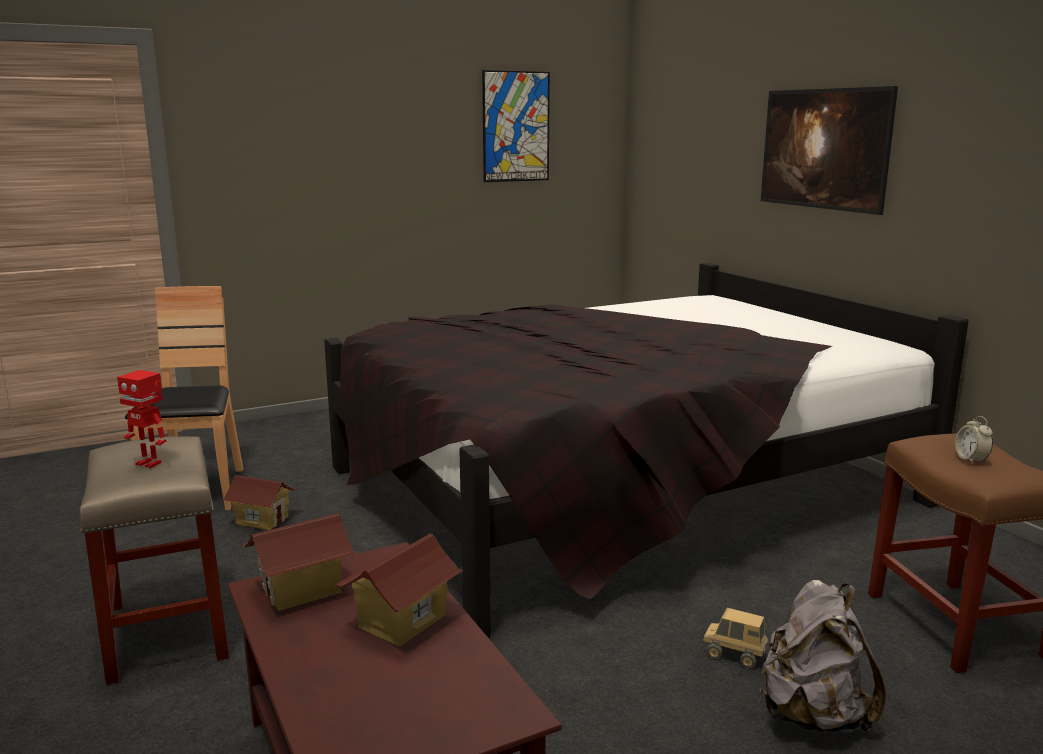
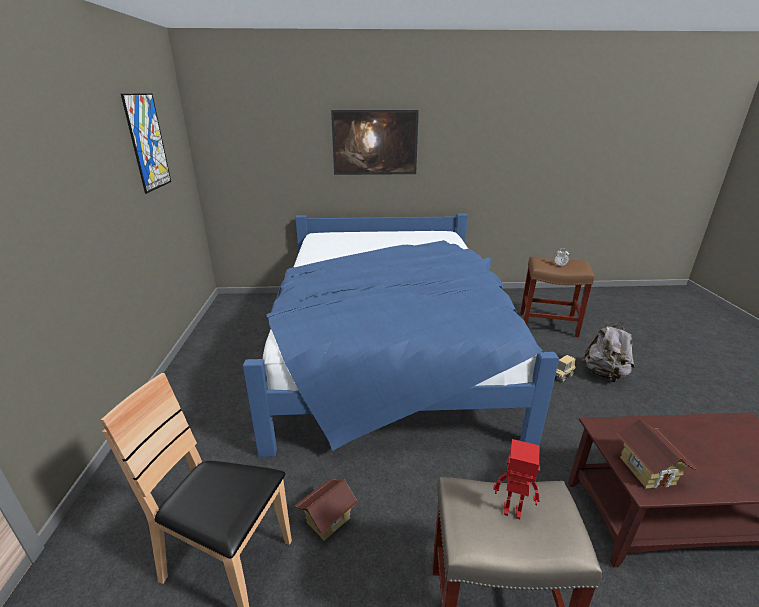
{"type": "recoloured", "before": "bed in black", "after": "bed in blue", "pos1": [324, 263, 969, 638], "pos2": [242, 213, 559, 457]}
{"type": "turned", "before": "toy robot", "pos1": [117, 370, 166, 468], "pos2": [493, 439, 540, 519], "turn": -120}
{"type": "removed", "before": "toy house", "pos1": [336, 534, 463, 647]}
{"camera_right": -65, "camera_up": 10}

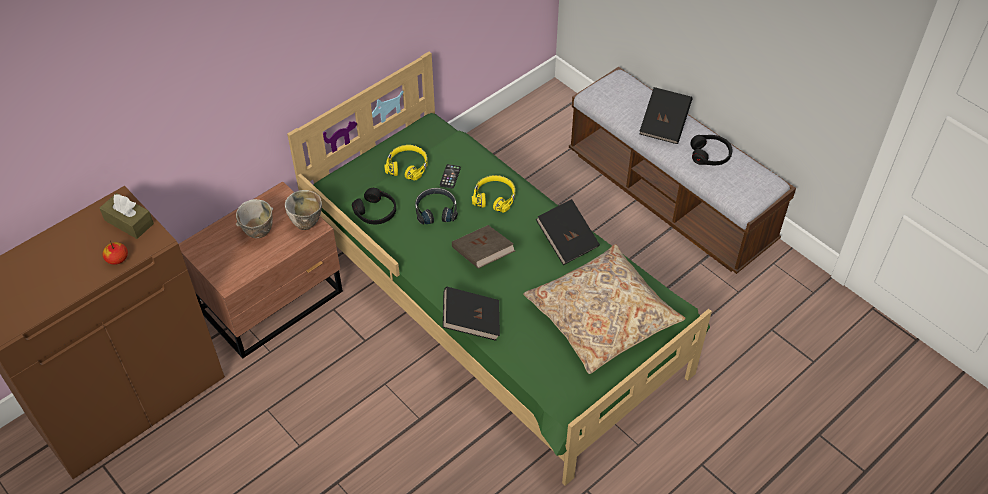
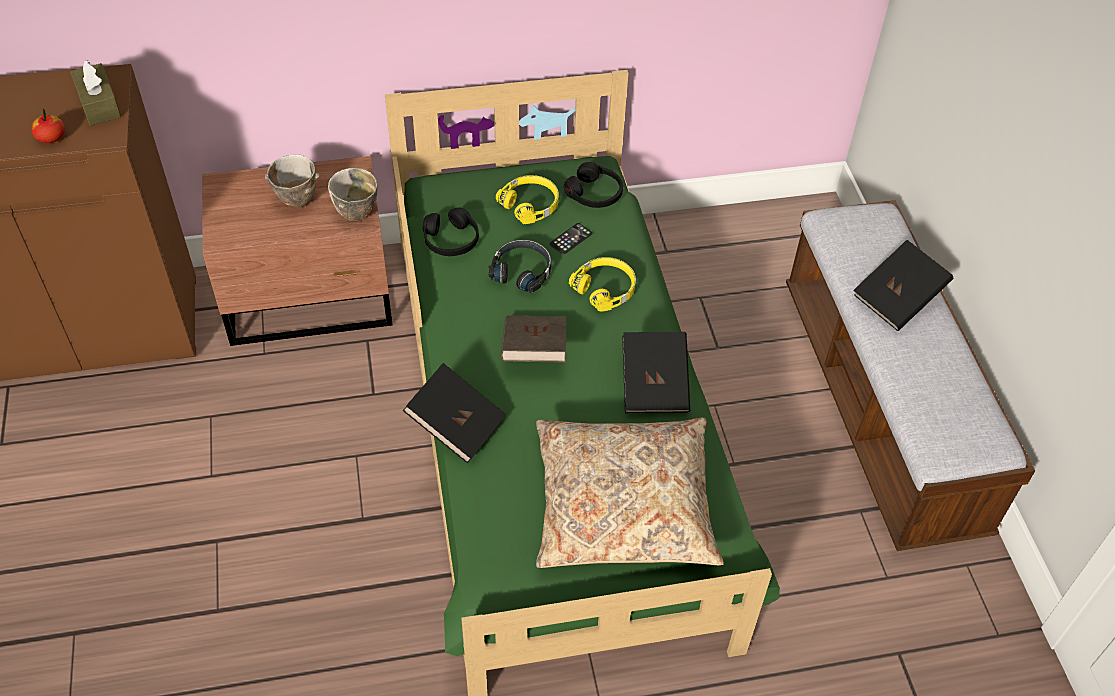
{"type": "moved", "before": "headphones in black", "pos1": [690, 135, 732, 166], "pos2": [564, 162, 623, 208]}
{"camera_right": 30, "camera_up": 0}

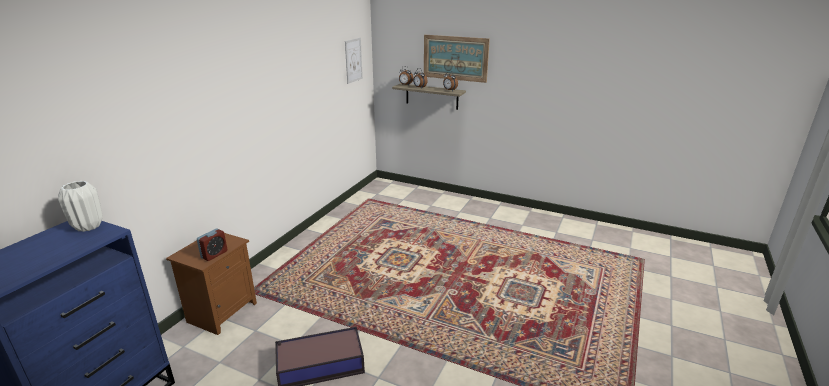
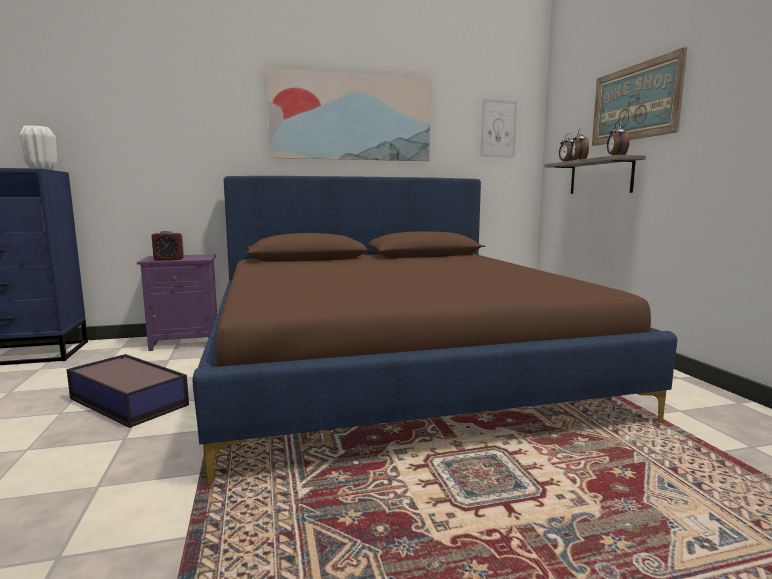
{"type": "recoloured", "before": "nightstand in brown", "after": "nightstand in purple", "pos1": [166, 233, 257, 335], "pos2": [137, 254, 217, 351]}
{"type": "added", "after": "bed in brown", "pos2": [193, 176, 677, 484]}
{"type": "added", "after": "picture", "pos2": [267, 68, 431, 161]}
{"camera_right": 50, "camera_up": -15}

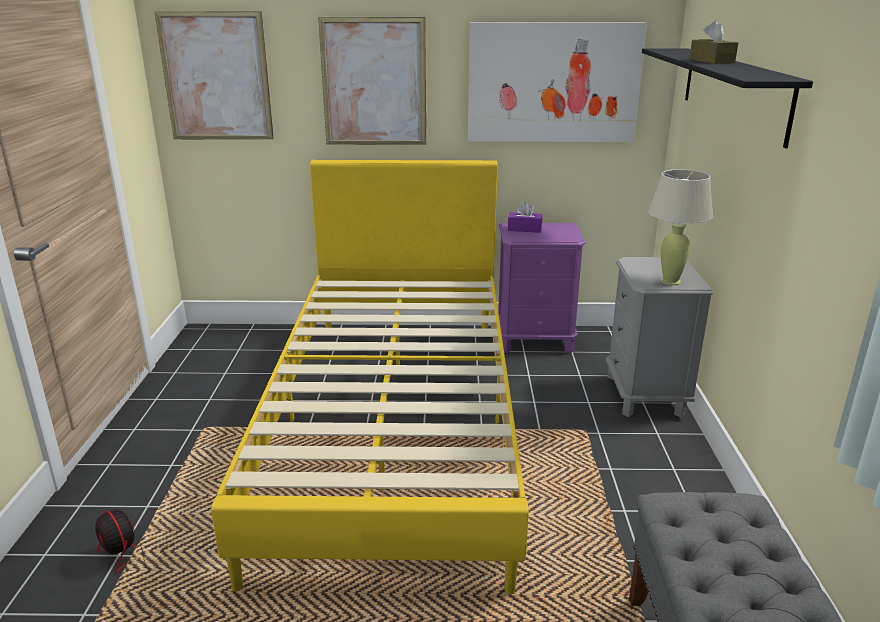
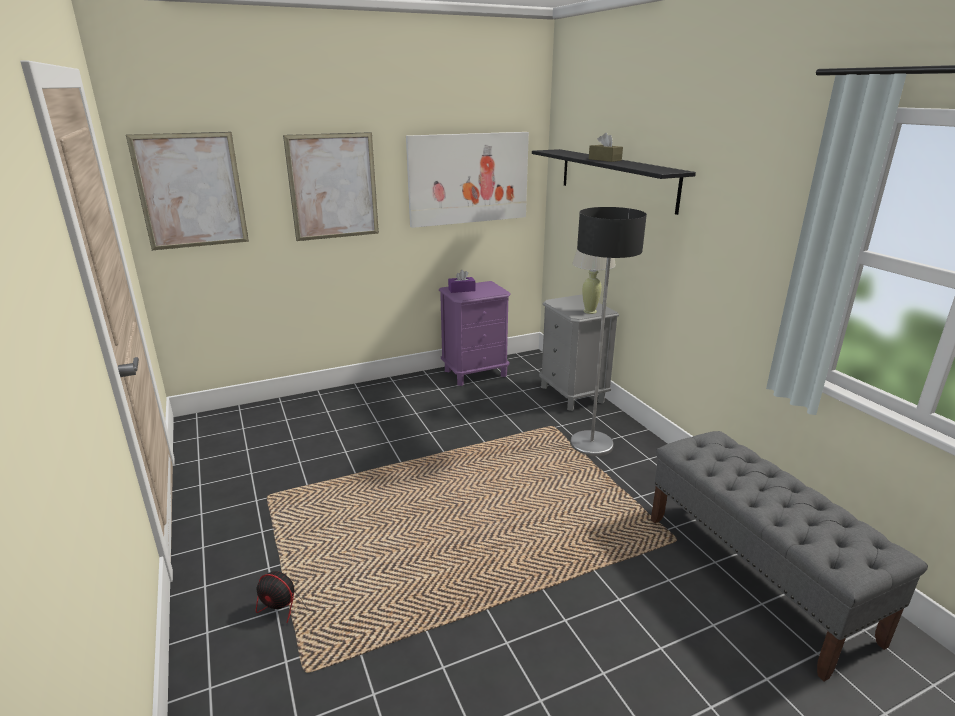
{"type": "added", "after": "floor lamp", "pos2": [570, 207, 647, 457]}
{"type": "removed", "before": "bed in yellow", "pos1": [211, 160, 529, 594]}
{"camera_right": -25, "camera_up": 0}

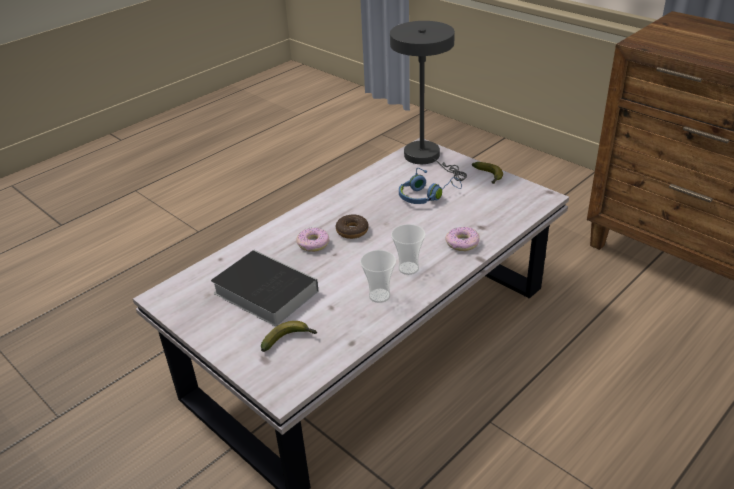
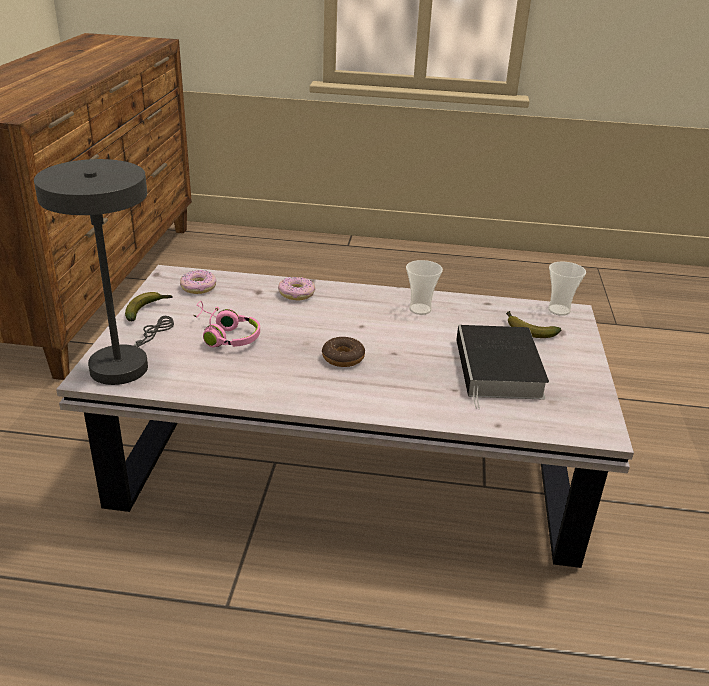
{"type": "moved", "before": "donut", "pos1": [296, 227, 330, 252], "pos2": [180, 270, 217, 294]}
{"type": "recoloured", "before": "headphones in blue", "after": "headphones in pink", "pos1": [399, 168, 462, 204], "pos2": [194, 301, 260, 347]}
{"type": "moved", "before": "cup", "pos1": [391, 224, 426, 275], "pos2": [548, 262, 586, 316]}
{"camera_right": -130, "camera_up": -5}

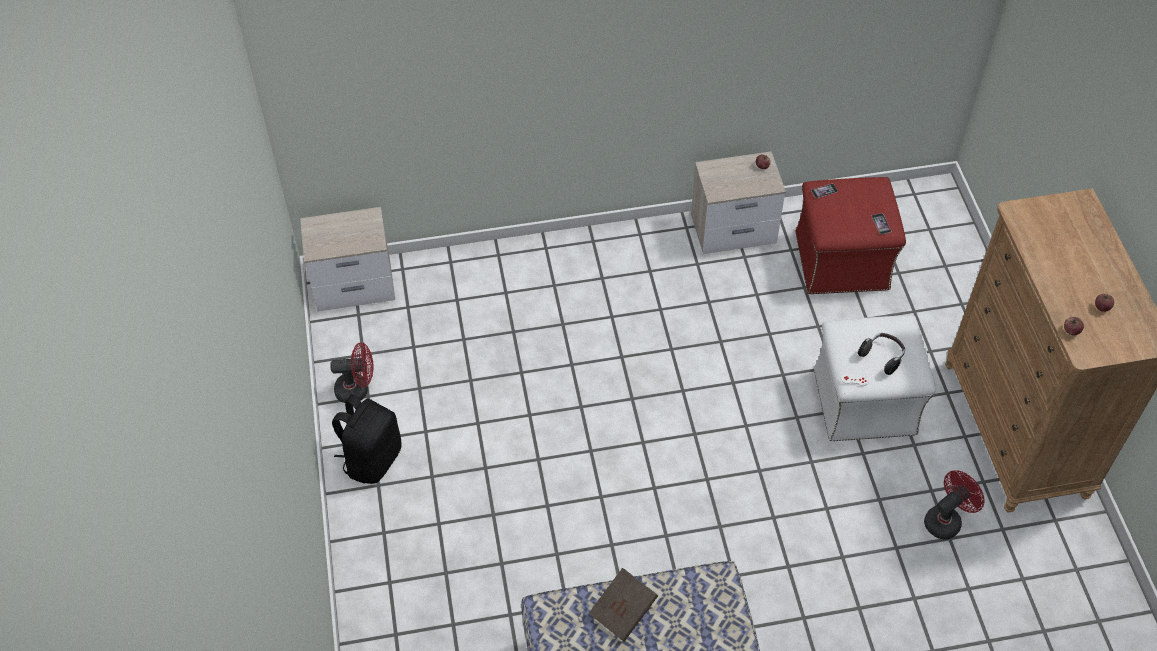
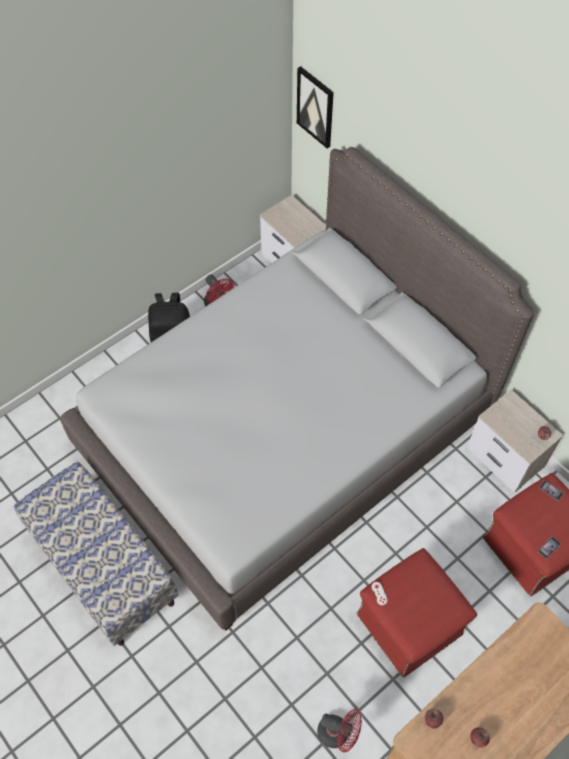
{"type": "added", "after": "bed in grey", "pos2": [60, 147, 534, 631]}
{"type": "added", "after": "picture", "pos2": [297, 66, 334, 148]}
{"type": "recoloured", "before": "ottoman in white", "after": "ottoman in red", "pos1": [814, 315, 936, 441], "pos2": [356, 548, 477, 678]}
{"type": "removed", "before": "book in brown", "pos1": [589, 568, 658, 642]}
{"type": "removed", "before": "headphones", "pos1": [858, 333, 905, 375]}
{"camera_right": 60, "camera_up": 5}

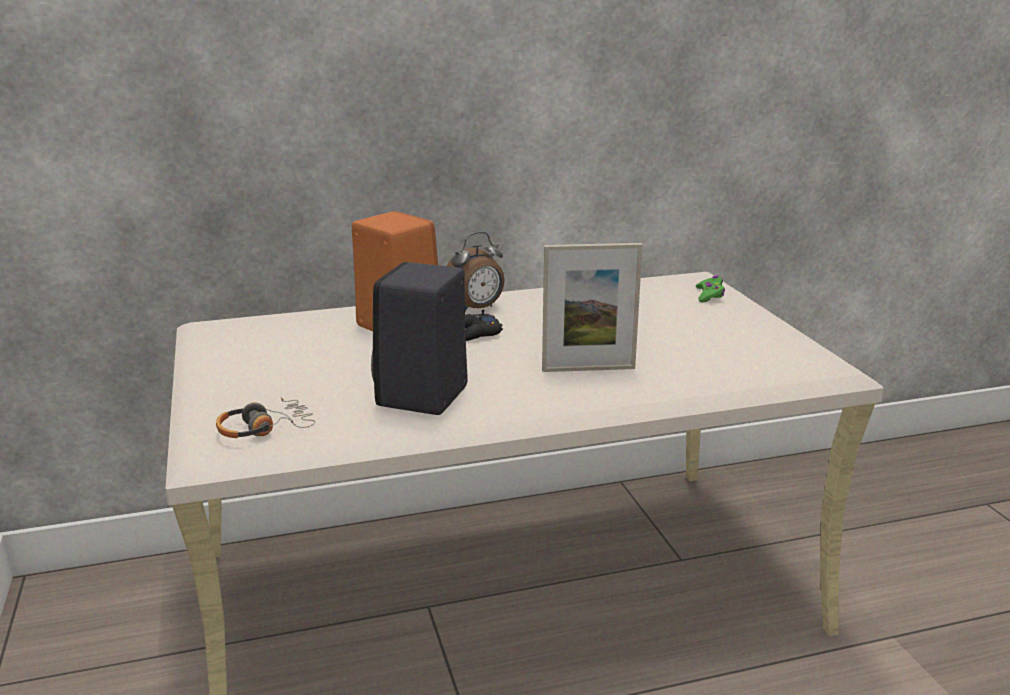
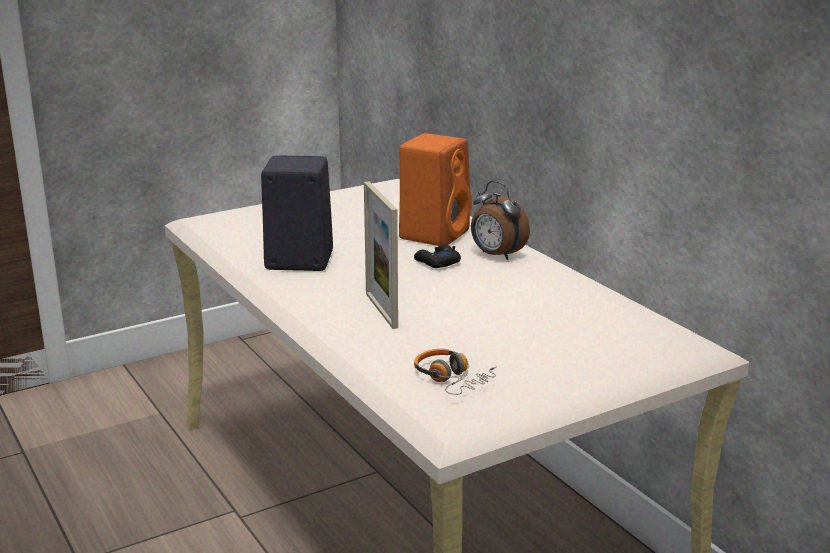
{"type": "moved", "before": "headphones", "pos1": [216, 397, 315, 438], "pos2": [414, 349, 497, 395]}
{"type": "removed", "before": "game controller in green", "pos1": [696, 275, 725, 302]}
{"camera_right": 75, "camera_up": 0}

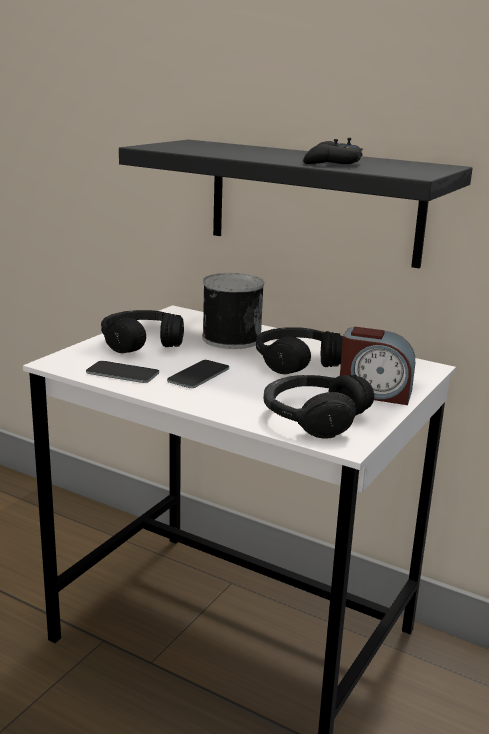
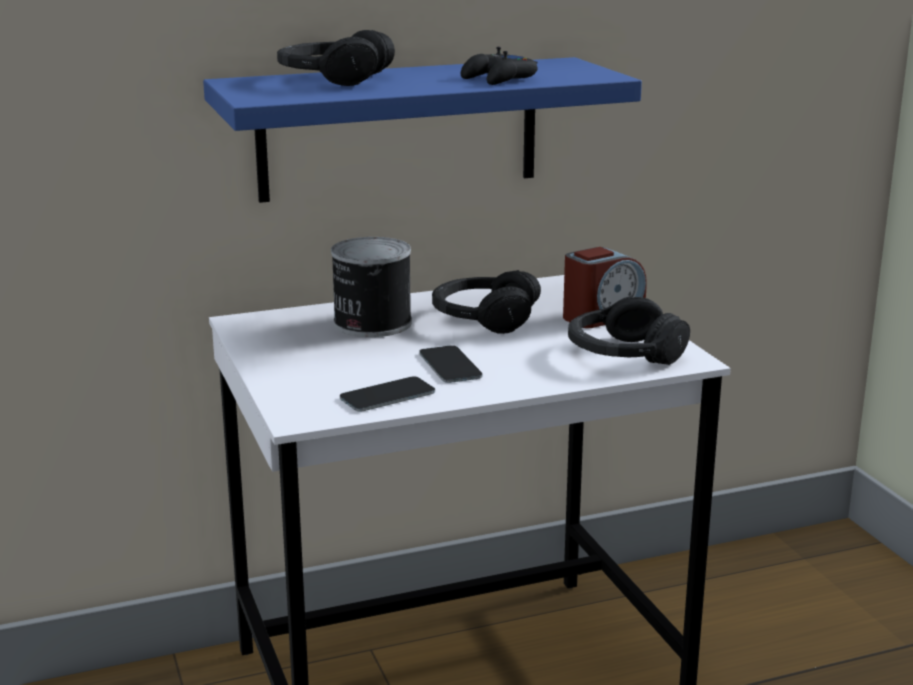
{"type": "recoloured", "before": "shelf in black", "after": "shelf in blue", "pos1": [119, 140, 473, 269], "pos2": [203, 57, 642, 203]}
{"type": "moved", "before": "headphones in black", "pos1": [101, 310, 184, 353], "pos2": [277, 30, 395, 86]}
{"camera_right": -50, "camera_up": 0}

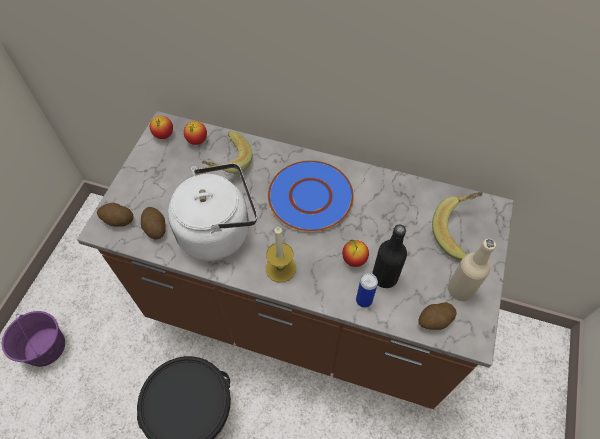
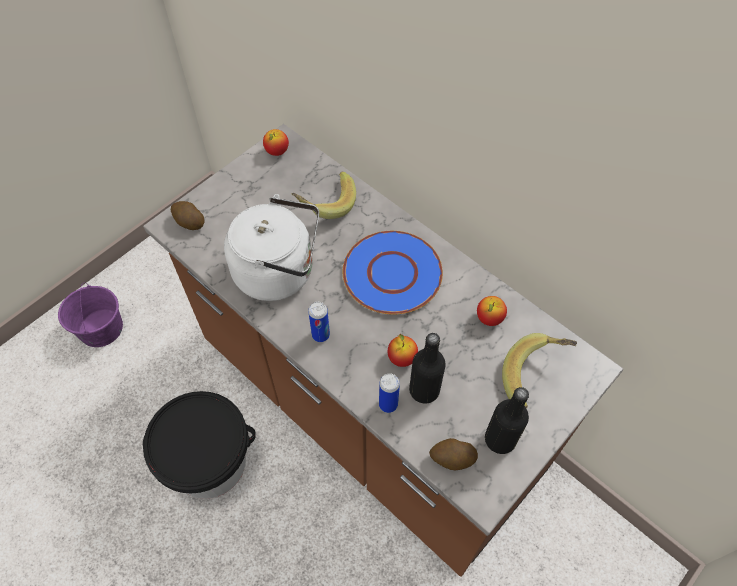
{"type": "replaced", "before": "candle", "after": "can", "pos1": [266, 226, 296, 282], "pos2": [308, 302, 330, 342]}
{"type": "moved", "before": "apple", "pos1": [184, 121, 207, 145], "pos2": [477, 296, 507, 326]}
{"type": "recoloured", "before": "bottle in beige", "after": "bottle in black", "pos1": [448, 239, 496, 301], "pos2": [485, 387, 529, 454]}
{"type": "removed", "before": "potato", "pos1": [141, 207, 166, 239]}
{"camera_right": 25, "camera_up": 0}

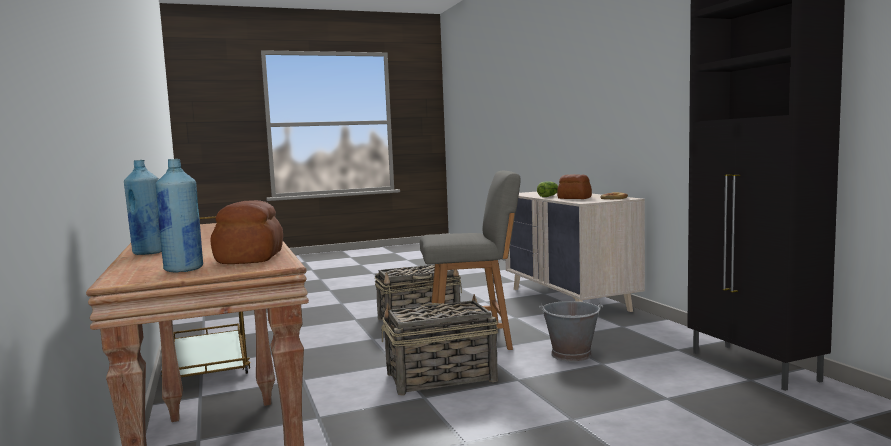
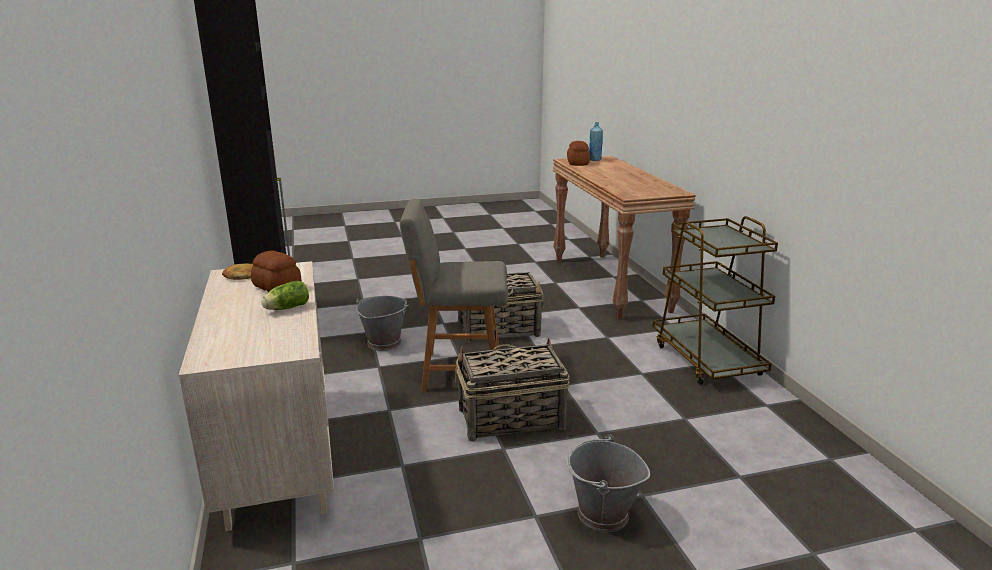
{"type": "added", "after": "bucket in grey", "pos2": [567, 435, 650, 532]}
{"type": "removed", "before": "bottle in blue", "pos1": [124, 160, 162, 255]}
{"camera_right": -175, "camera_up": 15}

